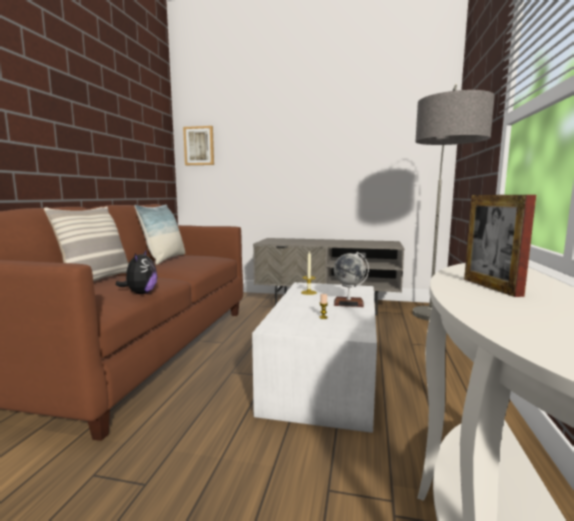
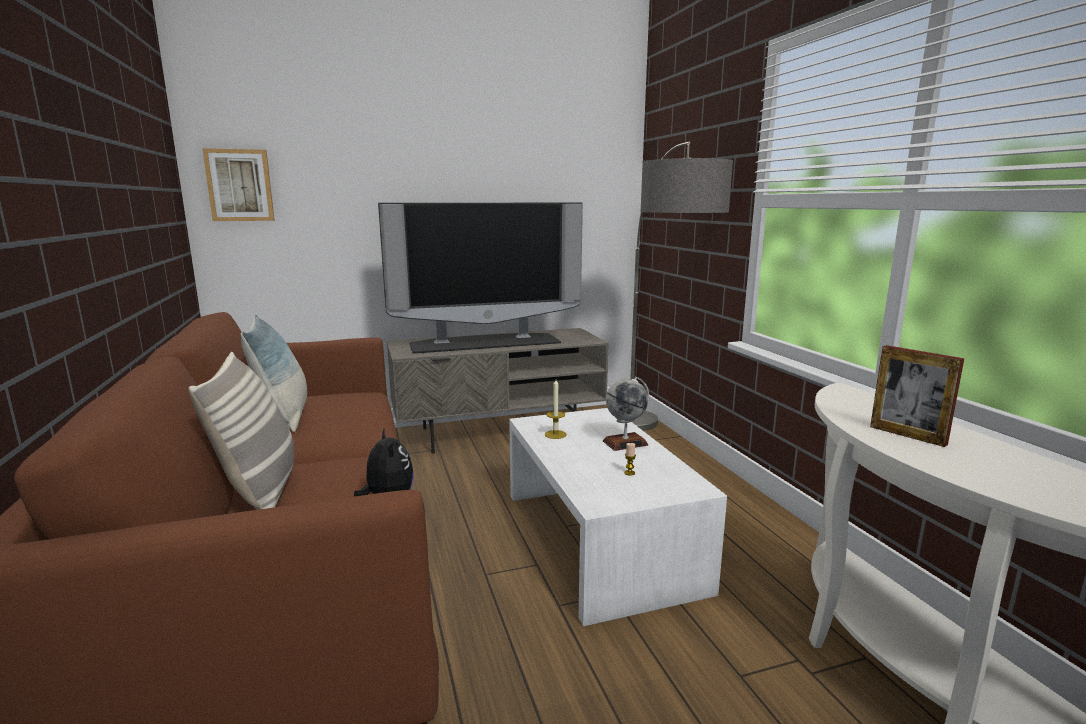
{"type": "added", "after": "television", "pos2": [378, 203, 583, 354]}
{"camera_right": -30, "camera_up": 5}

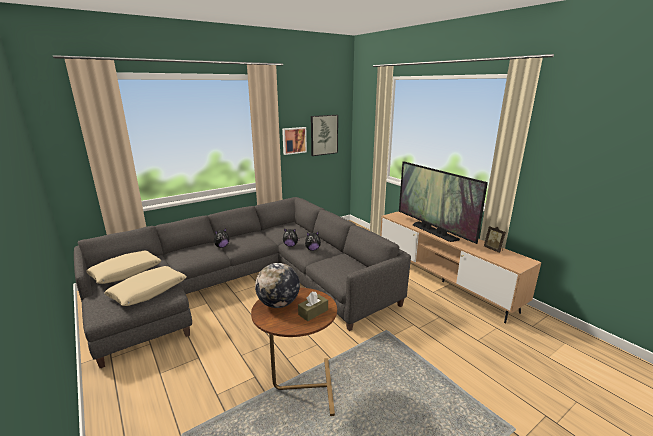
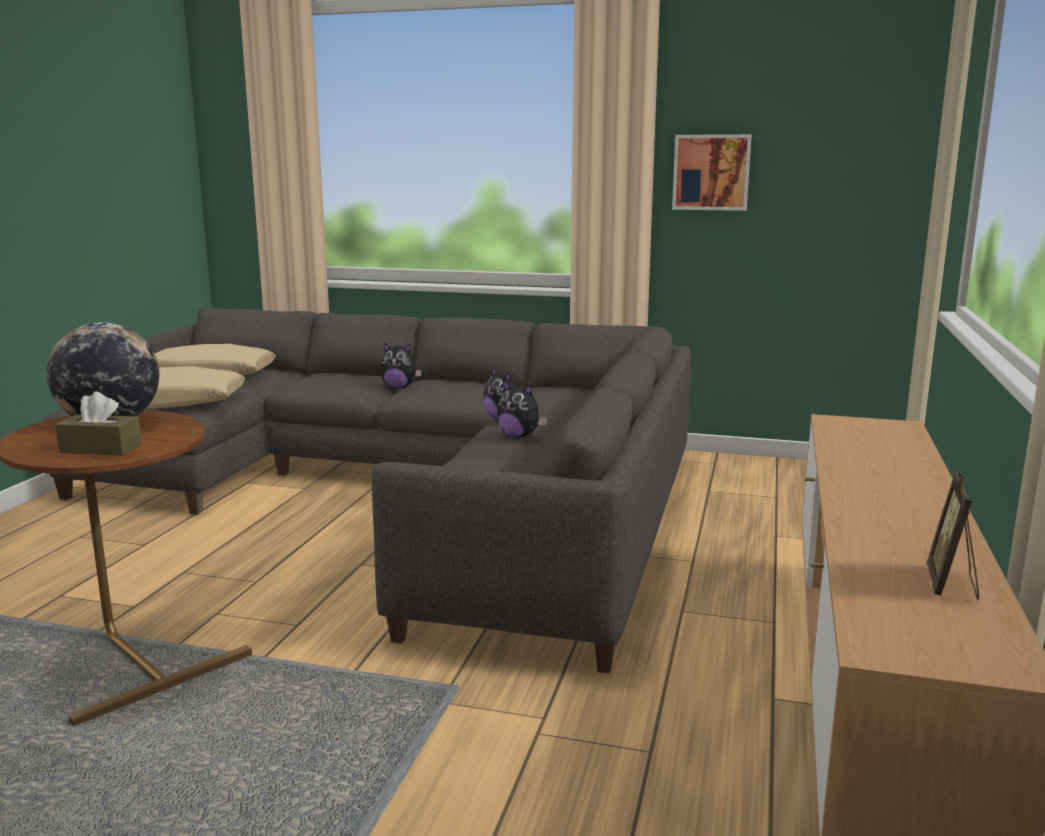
{"type": "removed", "before": "picture", "pos1": [311, 115, 338, 156]}
{"type": "removed", "before": "television", "pos1": [399, 161, 488, 244]}
{"camera_right": 50, "camera_up": -5}

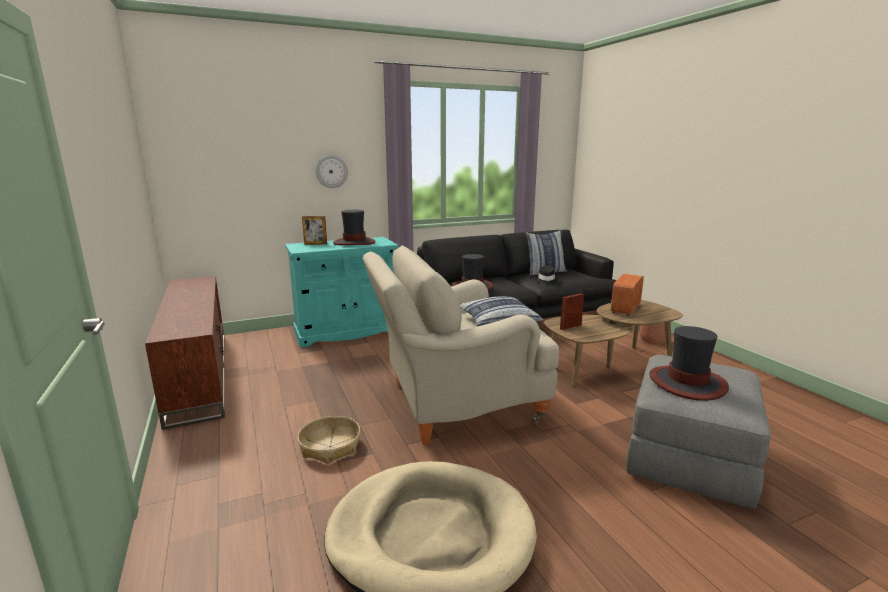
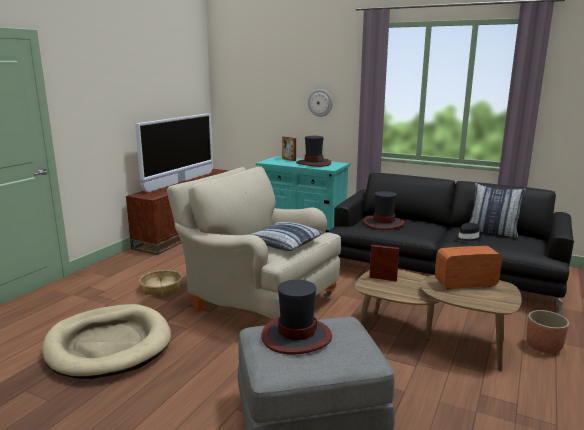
{"type": "added", "after": "television", "pos2": [135, 113, 213, 192]}
{"camera_right": 50, "camera_up": 0}

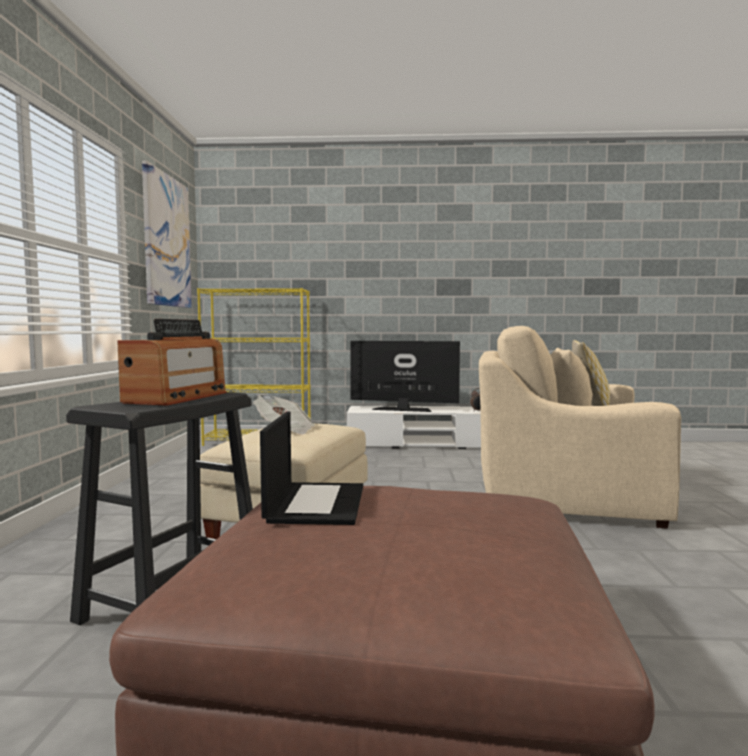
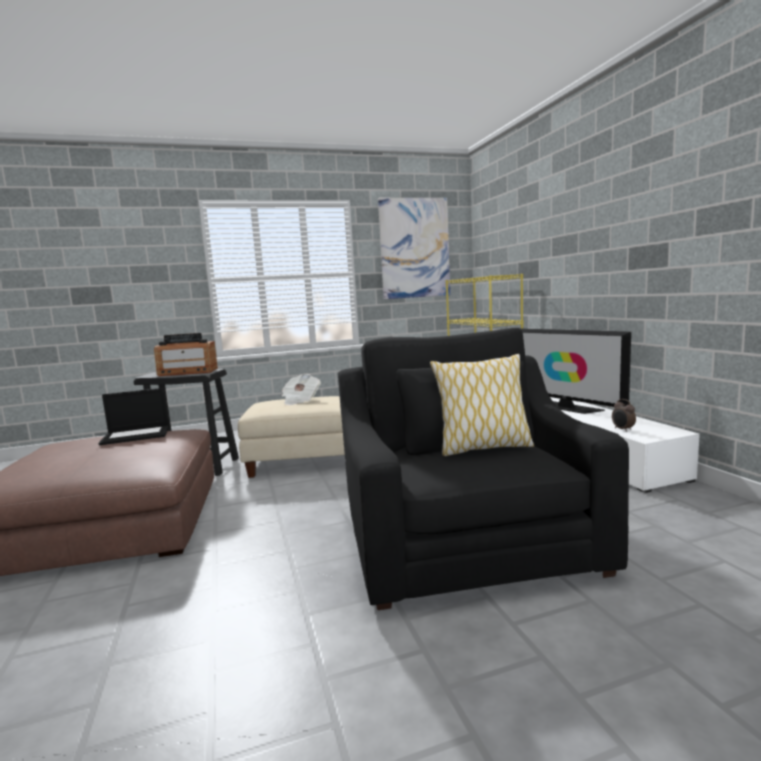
{"type": "recoloured", "before": "armchair in beige", "after": "armchair in black", "pos1": [479, 326, 681, 529], "pos2": [338, 328, 629, 610]}
{"type": "turned", "before": "television", "pos1": [350, 341, 460, 412], "pos2": [521, 329, 631, 414], "turn": 150}
{"camera_right": 70, "camera_up": 5}

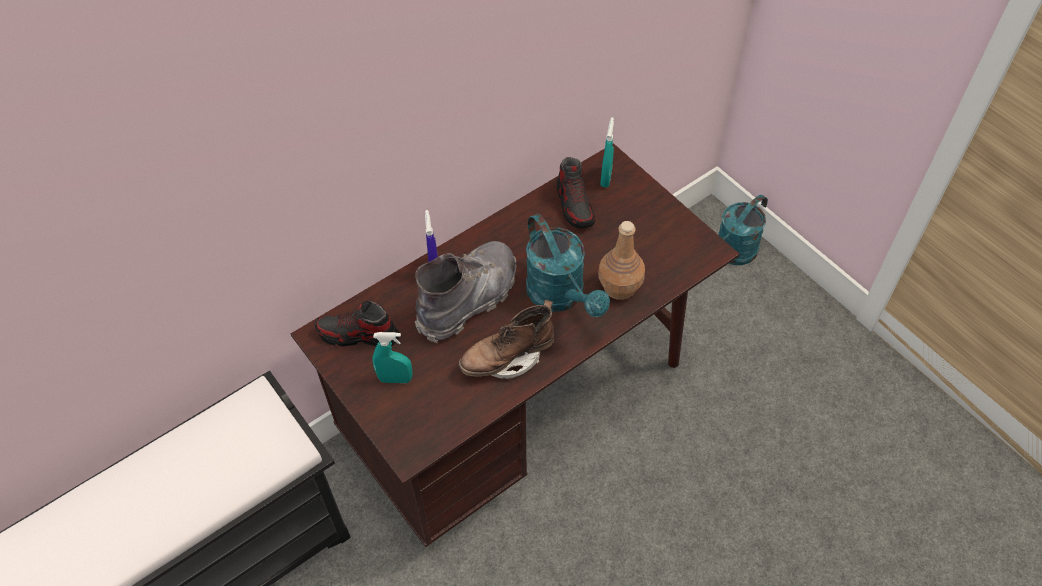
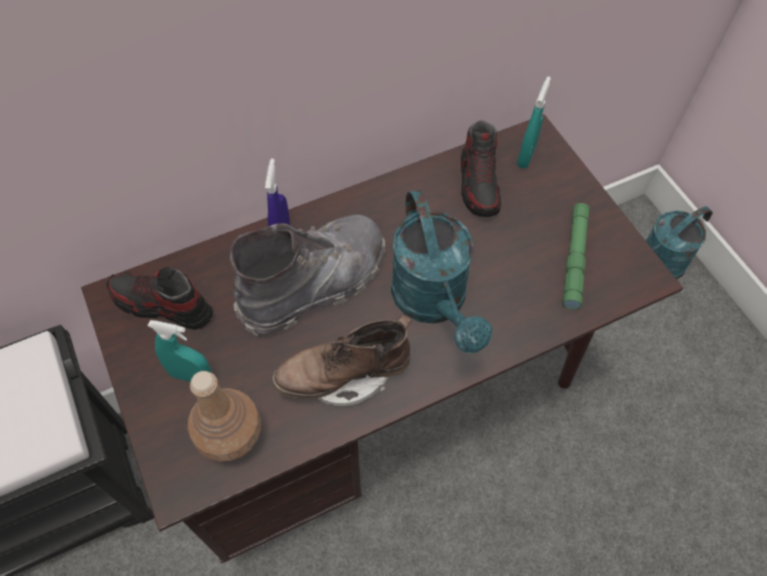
{"type": "moved", "before": "bottle in brown", "pos1": [598, 221, 645, 300], "pos2": [188, 371, 261, 461]}
{"type": "added", "after": "flashlight in green", "pos2": [562, 203, 590, 309]}
{"camera_right": 10, "camera_up": 5}

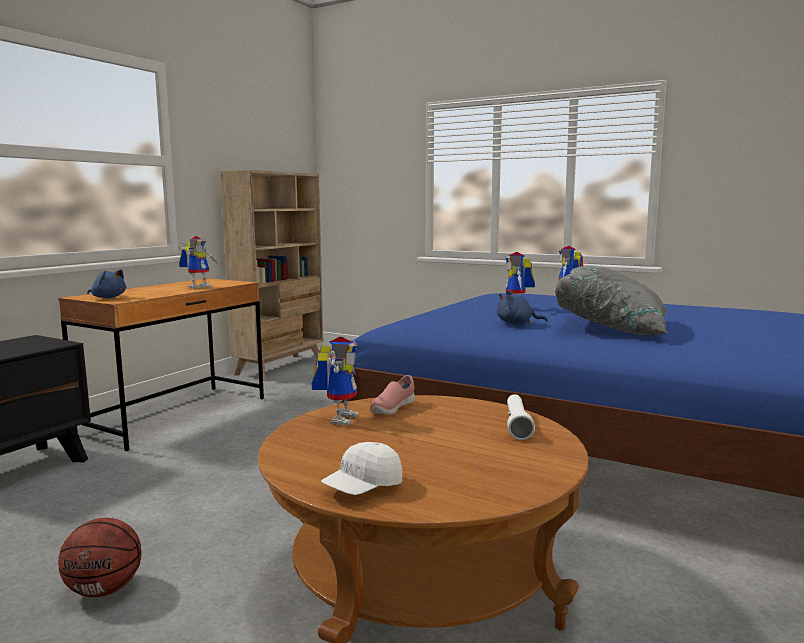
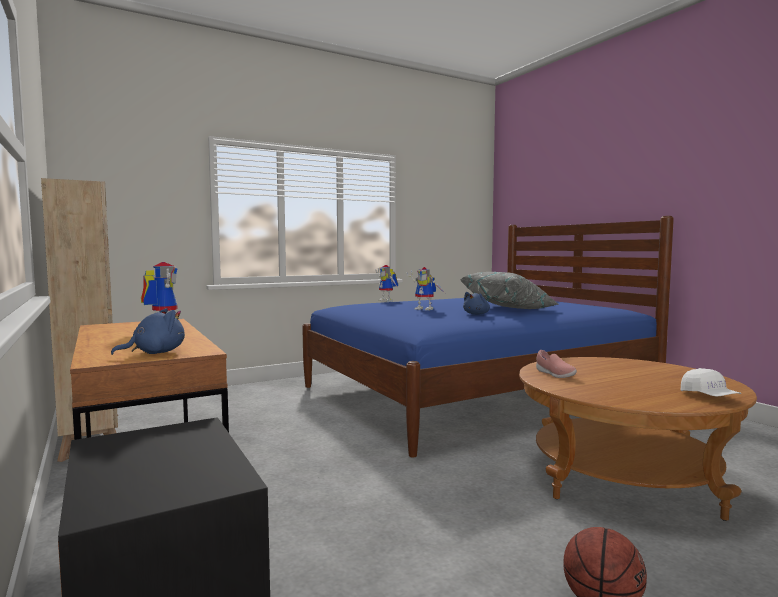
{"type": "removed", "before": "toy robot", "pos1": [312, 337, 358, 426]}
{"type": "removed", "before": "flashlight in white", "pos1": [507, 394, 535, 440]}
{"camera_right": -60, "camera_up": -5}

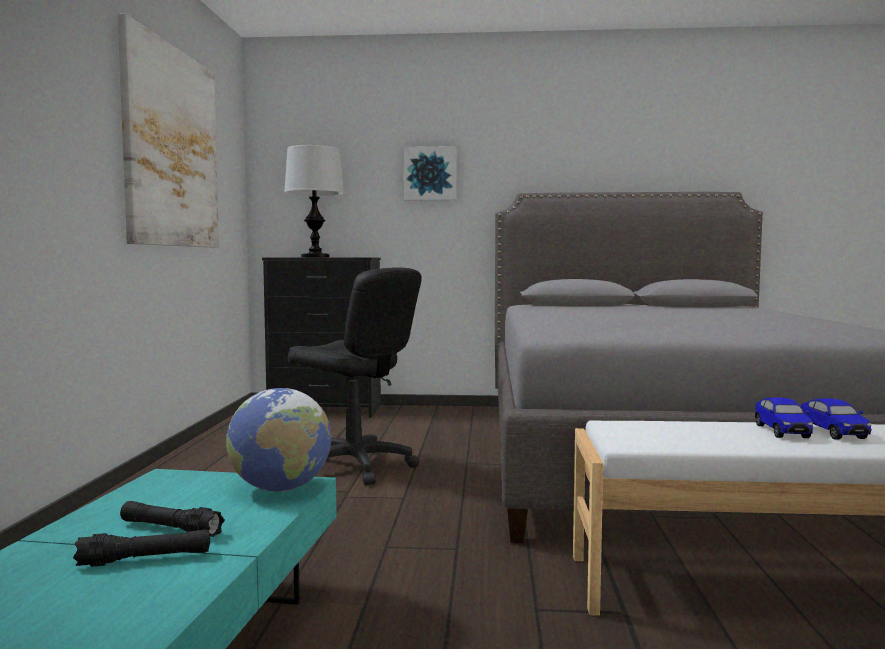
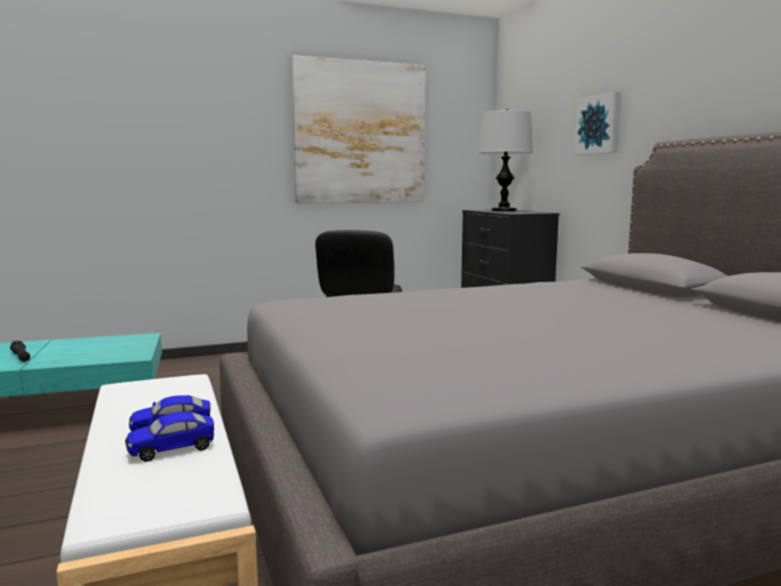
{"type": "removed", "before": "flashlight in black", "pos1": [120, 501, 225, 537]}
{"type": "removed", "before": "globe", "pos1": [226, 388, 331, 492]}
{"camera_right": 65, "camera_up": 5}

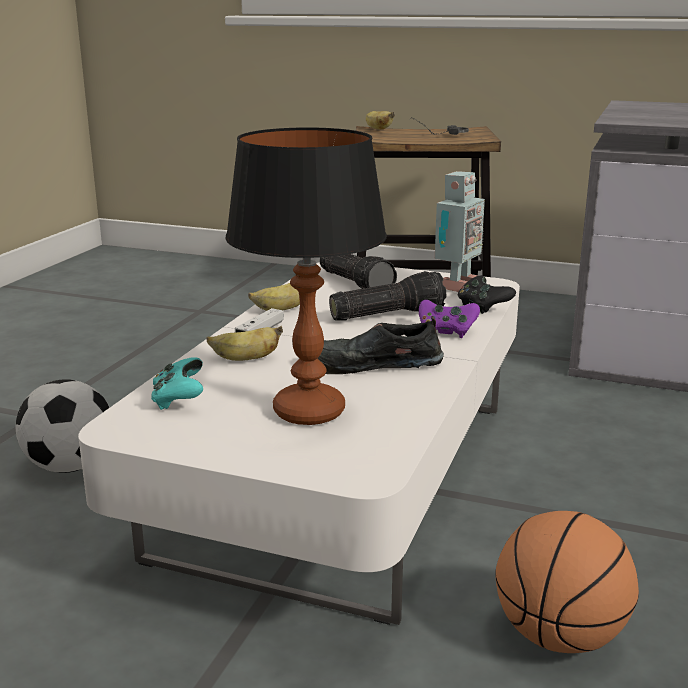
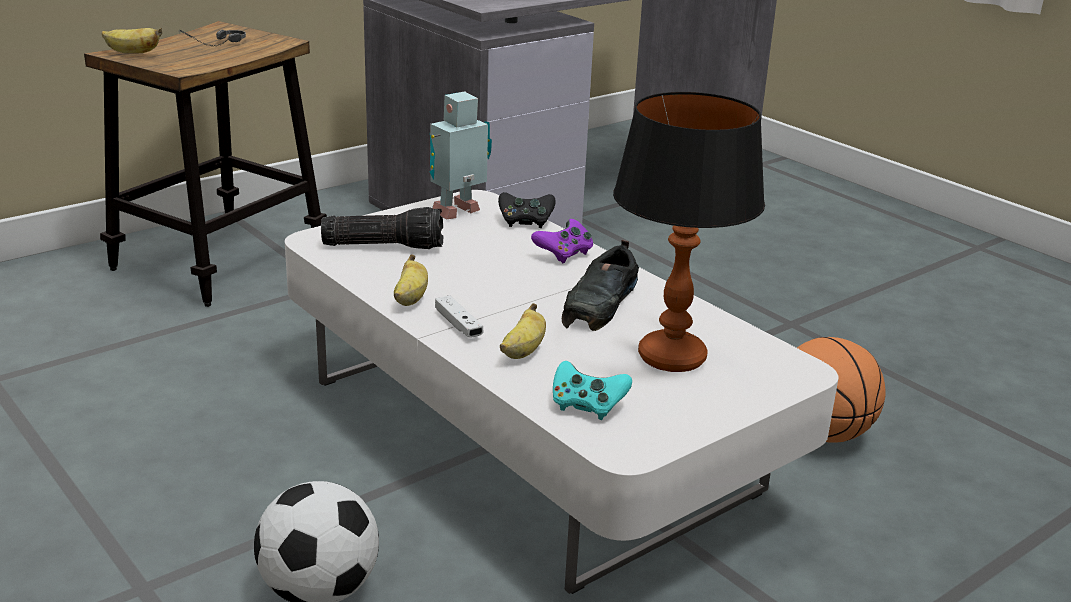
{"type": "turned", "before": "toy robot", "pos1": [435, 171, 485, 292], "pos2": [429, 91, 492, 219], "turn": -105}
{"type": "removed", "before": "flashlight", "pos1": [329, 271, 446, 321]}
{"camera_right": -60, "camera_up": 5}

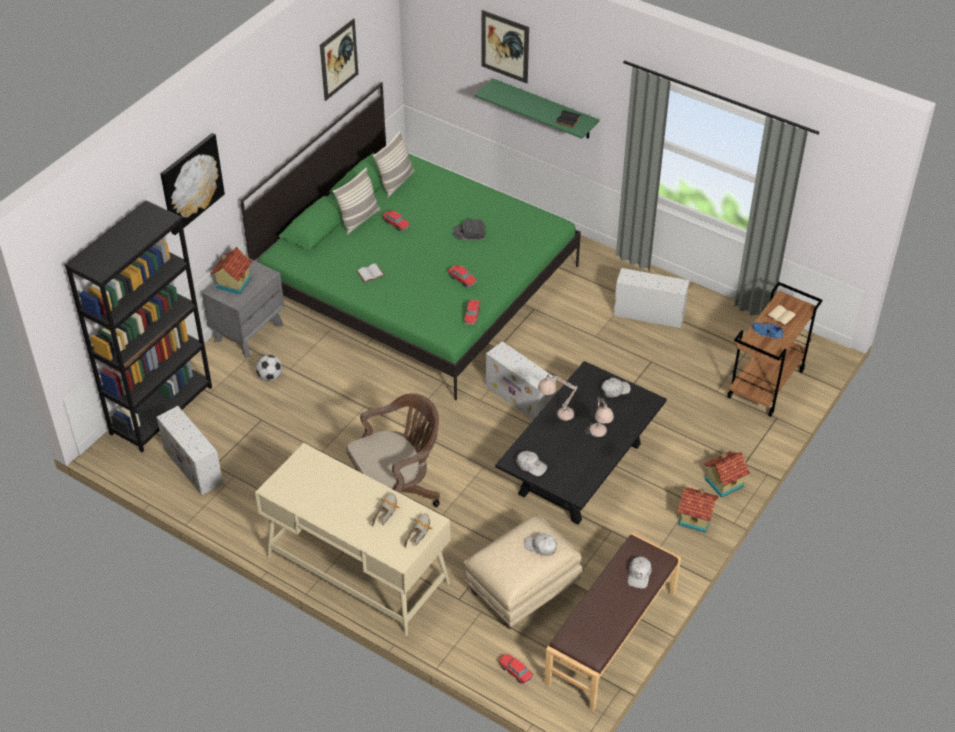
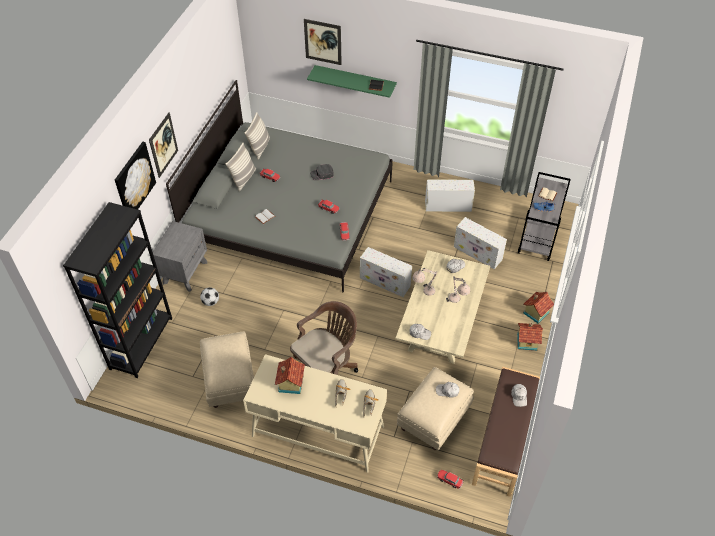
{"type": "moved", "before": "picture", "pos1": [320, 18, 358, 101], "pos2": [149, 113, 178, 178]}
{"type": "recoloured", "before": "bed in green", "after": "bed in grey", "pos1": [240, 82, 581, 400], "pos2": [166, 80, 393, 292]}
{"type": "added", "after": "ottoman in beige", "pos2": [200, 331, 254, 408]}
{"type": "moved", "before": "toy house", "pos1": [210, 247, 253, 294], "pos2": [275, 357, 305, 394]}
{"type": "recoloured", "before": "coffee table in black", "after": "coffee table in beige", "pos1": [495, 361, 667, 525], "pos2": [395, 250, 490, 364]}
{"type": "moved", "before": "storage box in white", "pos1": [157, 406, 223, 495], "pos2": [454, 217, 507, 269]}
{"type": "recoloured", "before": "cart in brown", "after": "cart in grey", "pos1": [727, 282, 823, 417], "pos2": [518, 172, 571, 261]}
{"camera_right": -15, "camera_up": 5}

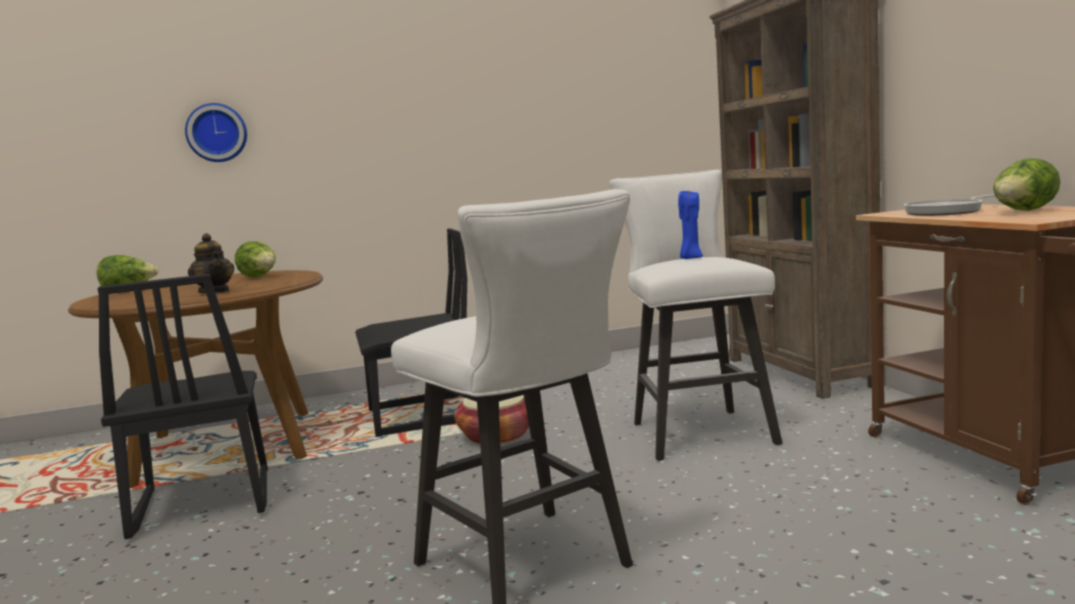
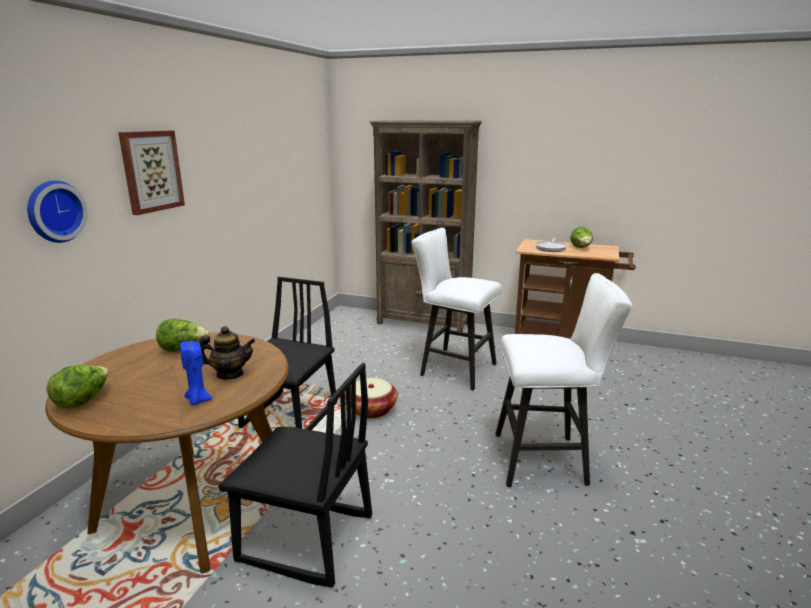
{"type": "added", "after": "picture", "pos2": [118, 130, 185, 215]}
{"type": "moved", "before": "candle in blue", "pos1": [678, 191, 703, 259], "pos2": [180, 341, 213, 405]}
{"camera_right": -55, "camera_up": 10}

